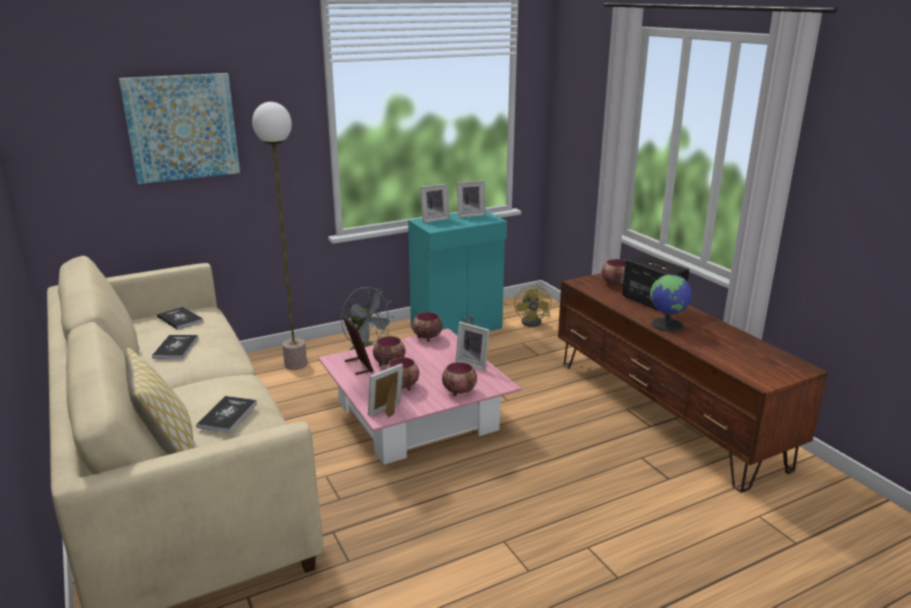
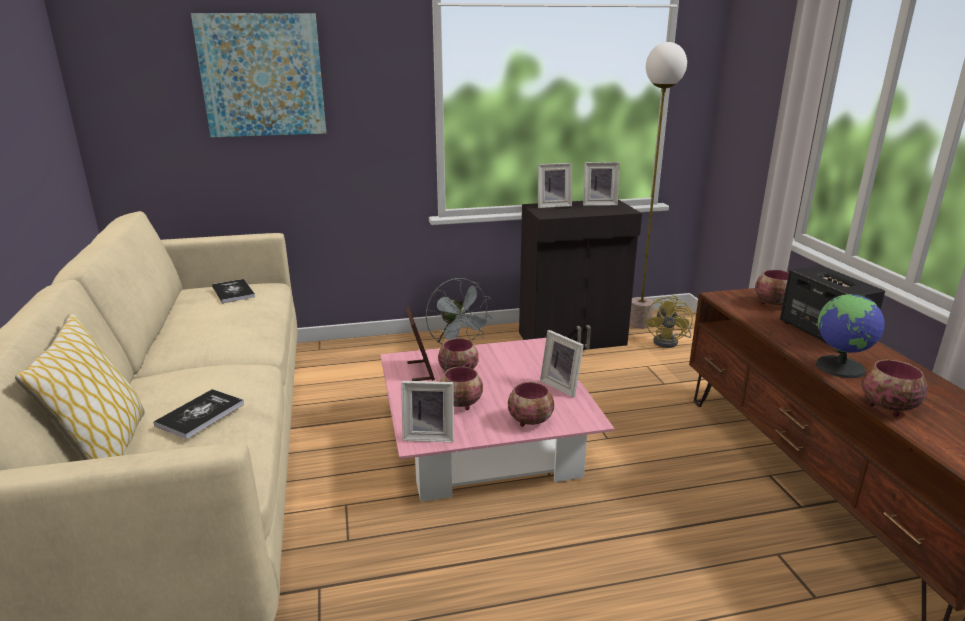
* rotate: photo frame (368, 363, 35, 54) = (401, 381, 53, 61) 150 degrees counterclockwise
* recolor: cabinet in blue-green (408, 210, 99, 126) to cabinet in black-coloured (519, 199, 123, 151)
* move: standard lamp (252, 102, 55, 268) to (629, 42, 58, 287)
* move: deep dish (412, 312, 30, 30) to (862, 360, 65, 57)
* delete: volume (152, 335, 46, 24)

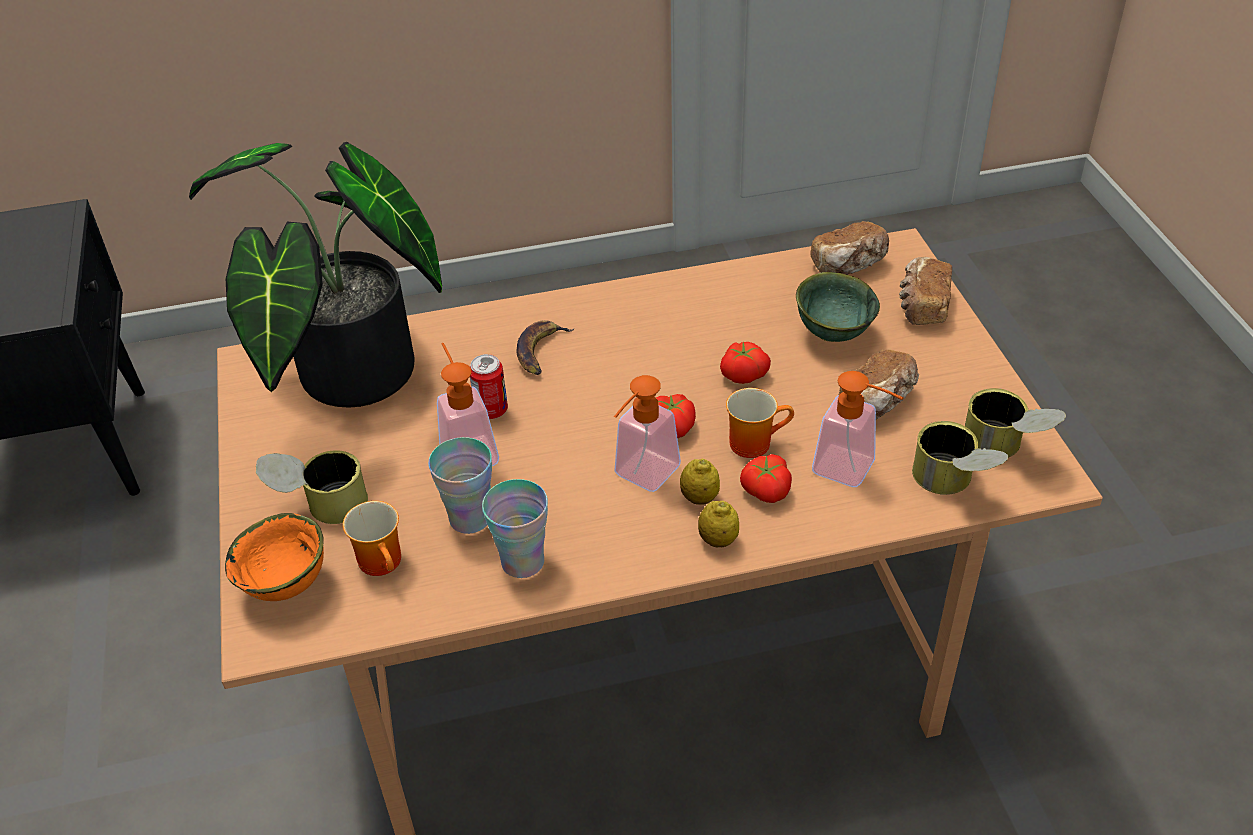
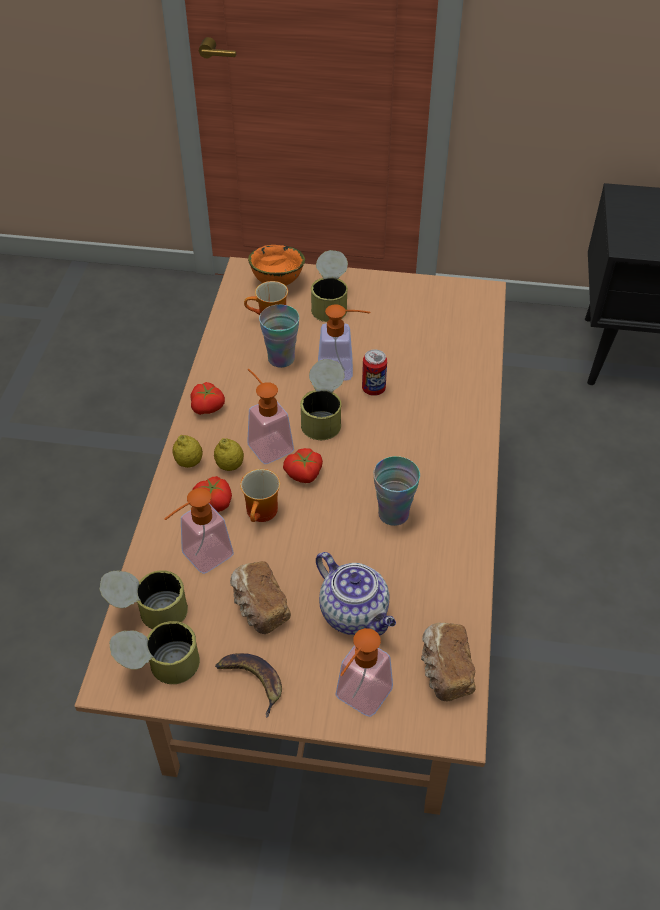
* move: whole tomato (720, 342, 51, 42) to (190, 382, 35, 33)
* move: banana (516, 320, 58, 55) to (215, 653, 67, 65)
* insert: can (300, 359, 45, 81)
* replace: deep dish in green-coloured (796, 272, 84, 70) to tea pot (316, 552, 80, 84)
* replace: baked bread (899, 257, 53, 68) to soap bottle (335, 628, 58, 89)
* move: small cup (482, 479, 66, 99) to (373, 456, 47, 70)
* delete: potted plant (189, 142, 253, 266)

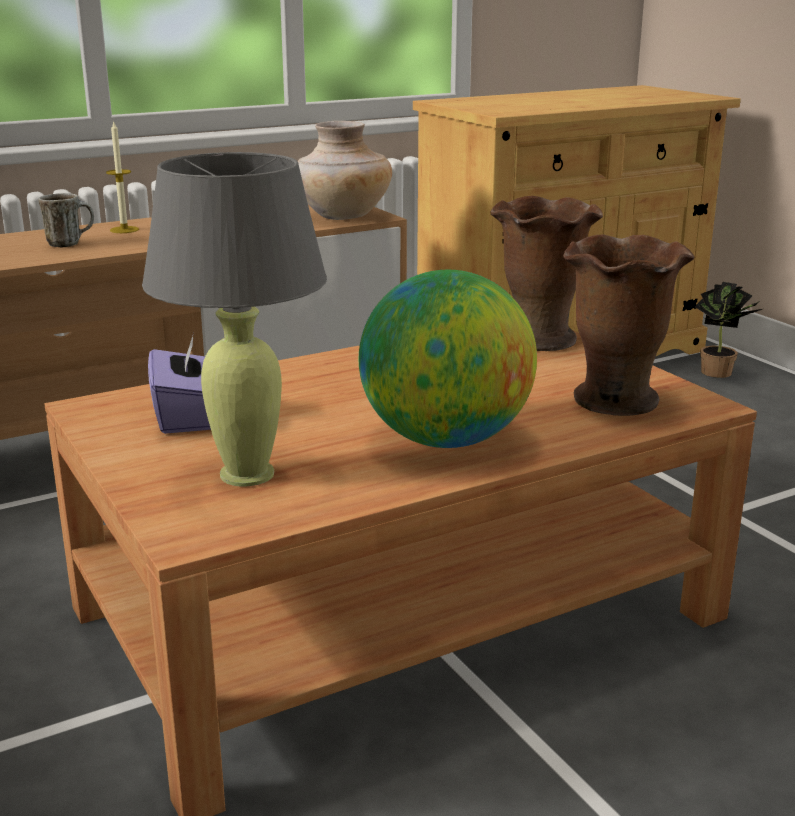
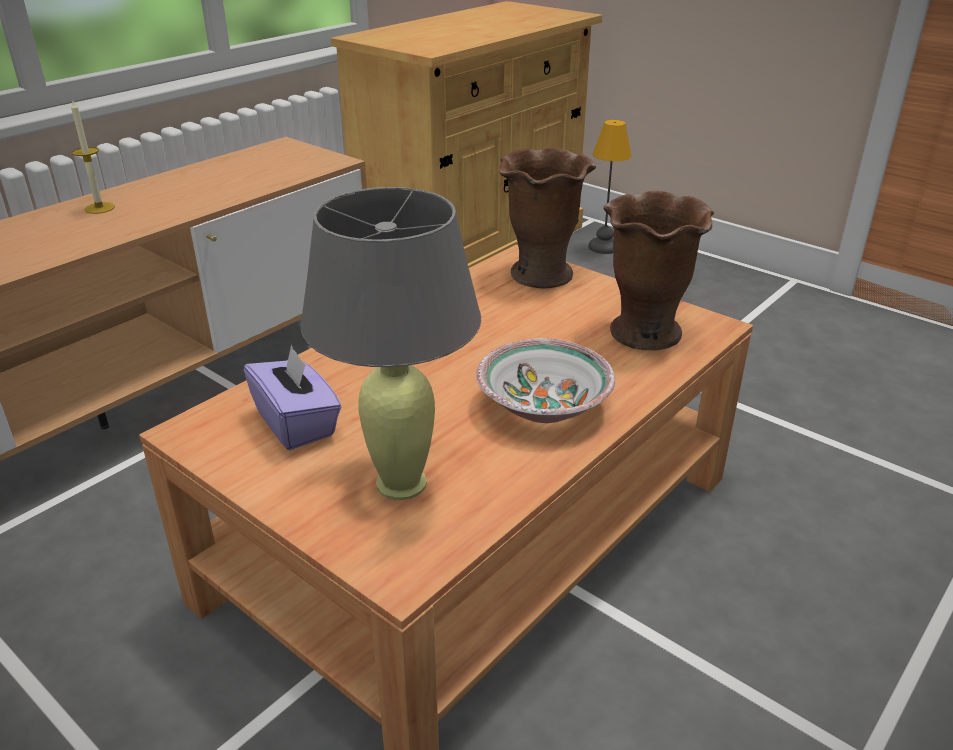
* replace: globe (359, 270, 178, 178) to deep dish (476, 338, 139, 85)
* replace: potted plant (695, 282, 67, 96) to tabletop lamp (589, 120, 42, 134)
* delete: mug (39, 193, 55, 54)
* delete: decorative vase in sand-coloured (298, 121, 94, 99)

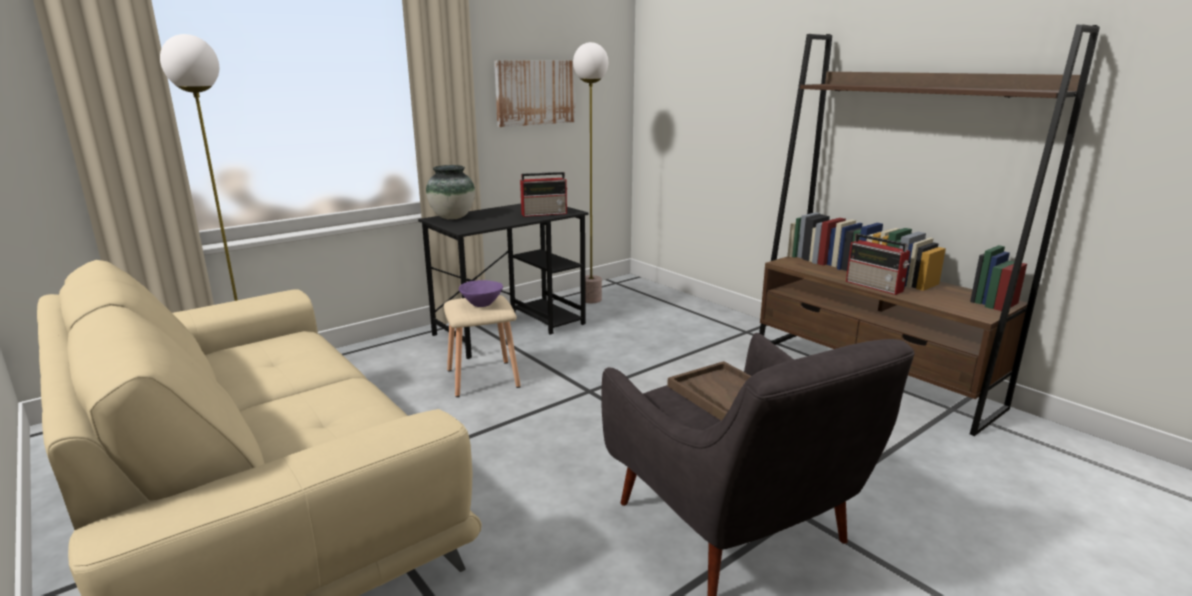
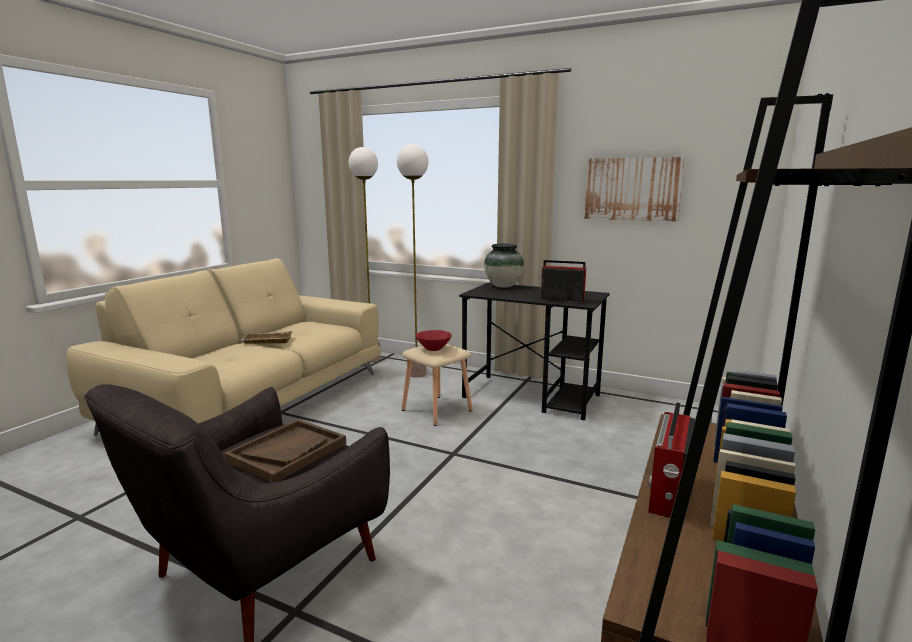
* insert: serving tray in sand-coloured (241, 331, 52, 13)
* move: standard lamp (573, 42, 35, 261) to (397, 144, 31, 233)
* recolor: deep dish in purple-coloured (459, 280, 44, 27) to deep dish in reddish (416, 330, 36, 21)
* rotate: radio receiver (520, 172, 47, 45) = (540, 260, 46, 42) 150 degrees clockwise

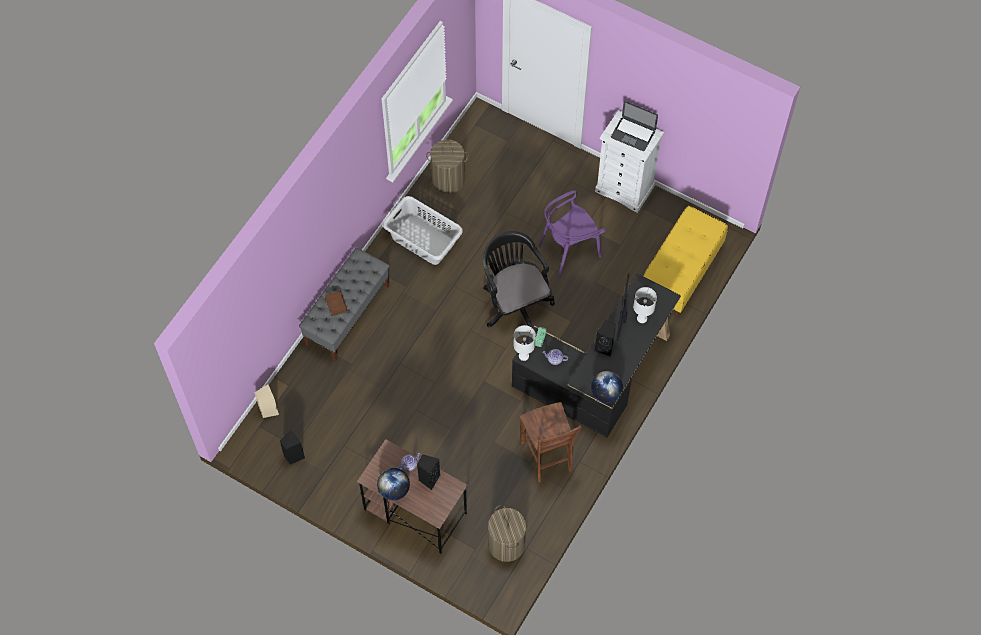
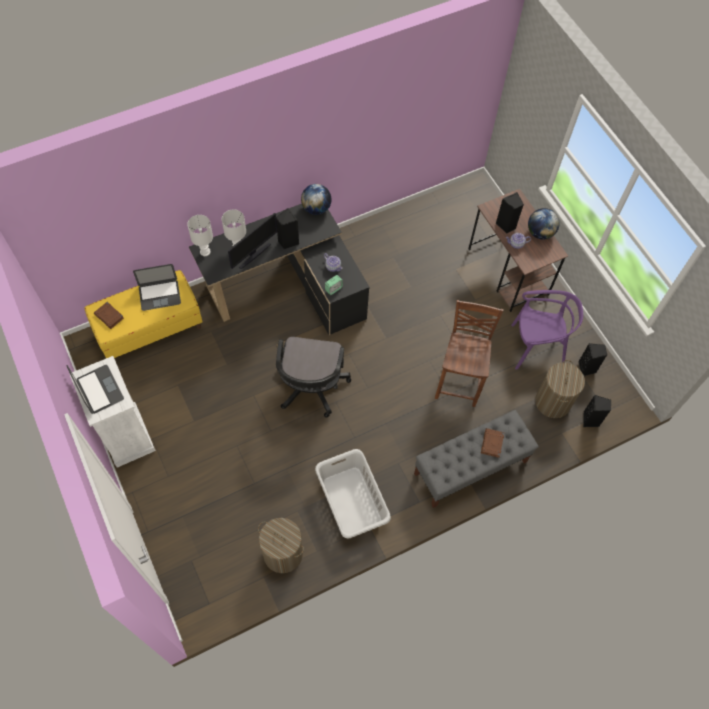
* insert: volume in brown (94, 302, 30, 27)
* insert: notebook computer (133, 264, 48, 47)
* move: tabletop lamp in whitish (513, 325, 23, 36) to (187, 215, 26, 41)
* move: plain chair in brown (520, 402, 62, 80) to (435, 300, 69, 107)
* move: plain chair in purple-coloured (538, 190, 68, 85) to (511, 290, 72, 80)
* move: laundry basket (488, 505, 38, 57) to (535, 360, 50, 58)
* recolor: loudspeaker in sand-coloured (255, 384, 24, 34) to loudspeaker in black-coloured (583, 395, 28, 32)

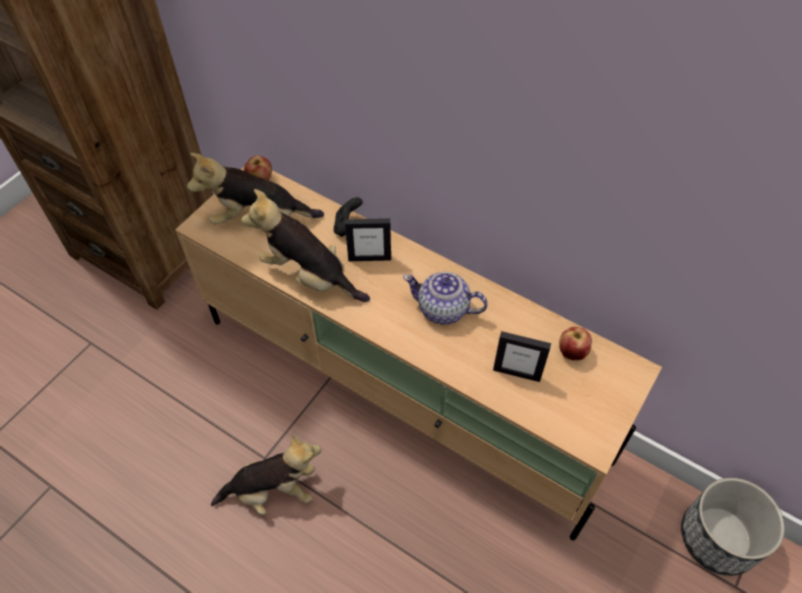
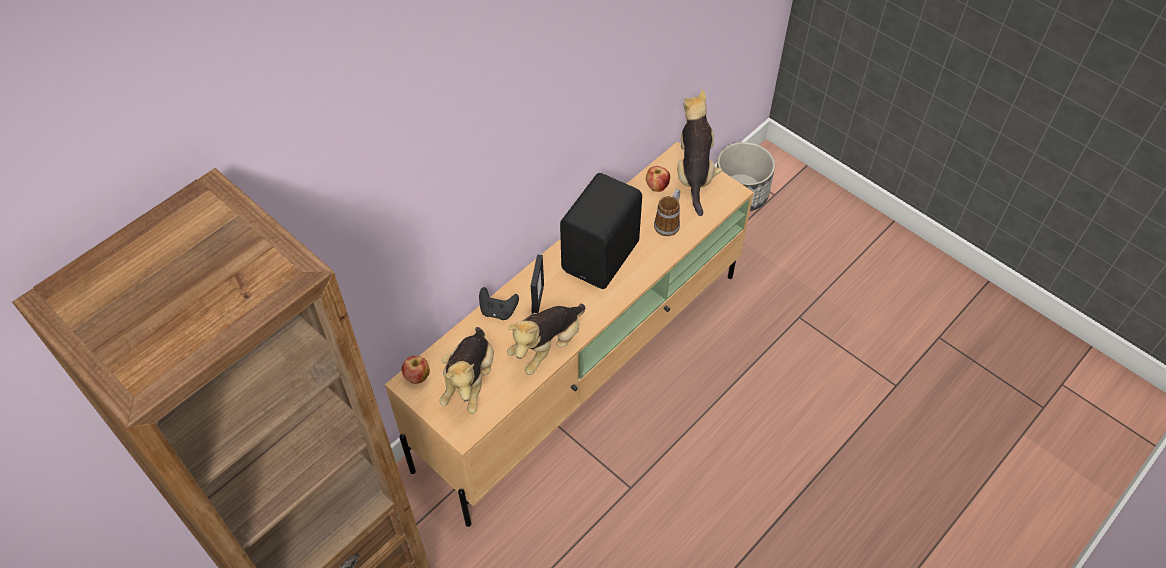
* replace: tea pot (403, 272, 85, 53) to loudspeaker in black-coloured (560, 173, 82, 116)
* replace: photo frame (493, 331, 58, 51) to mug (654, 189, 26, 47)
* move: plush toy (211, 434, 110, 81) to (677, 90, 46, 126)

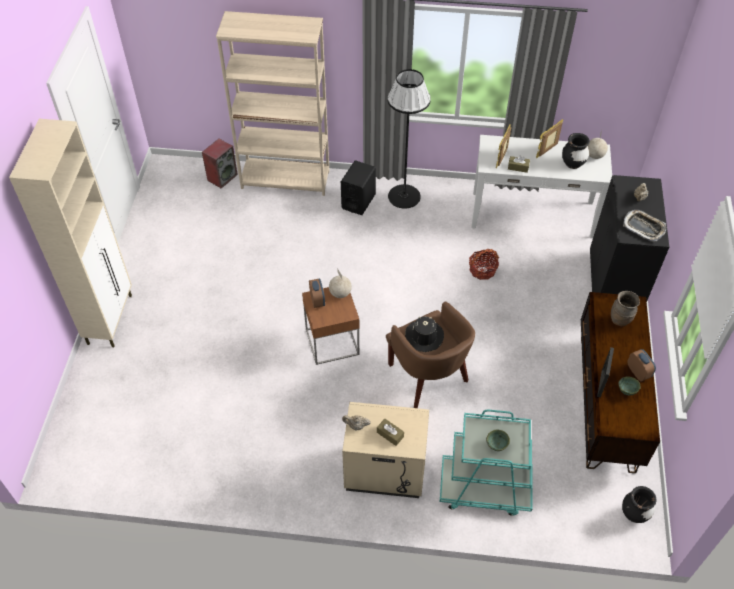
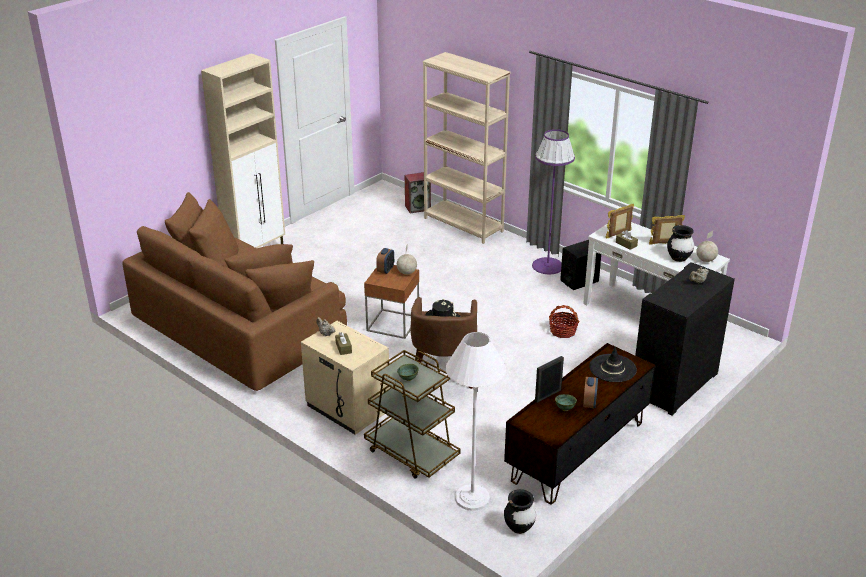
* insert: couch in brown (122, 192, 225, 199)
* recolor: trolley in blue-green (440, 410, 93, 106) to trolley in brown (364, 350, 97, 129)
* insert: standard lamp in whitish (446, 332, 60, 179)
* recolor: standard lamp in black-coloured (387, 69, 44, 139) to standard lamp in purple-coloured (532, 129, 43, 145)
* move: loudspeaker in black-coloured (341, 160, 35, 55) to (560, 240, 41, 50)
* replace: decorative vase in brown (611, 291, 29, 35) to wearable hat in black-coloured (589, 346, 48, 36)
* delete: serving tray (623, 210, 43, 31)

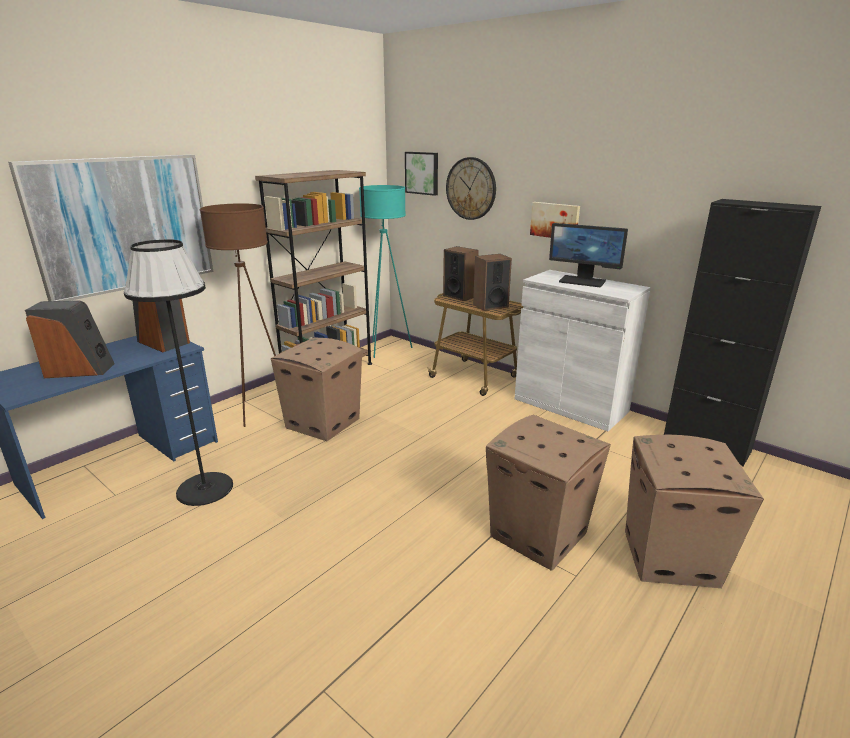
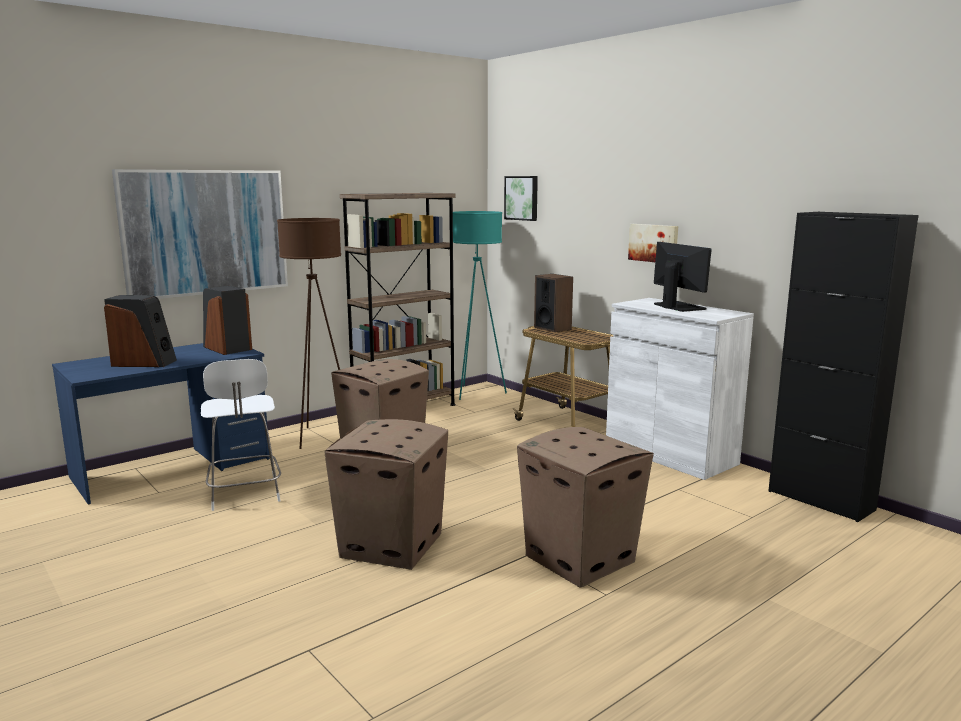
* replace: standard lamp in black-coloured (124, 239, 109, 267) to stool in whitish (201, 359, 80, 152)
* move: cardboard box (625, 435, 139, 153) to (324, 419, 124, 151)
* rotate: computer display (549, 223, 79, 64) = (654, 242, 58, 70) 150 degrees counterclockwise
* delete: hanging clock (446, 157, 50, 63)
* delete: loudspeaker (473, 254, 39, 57)

